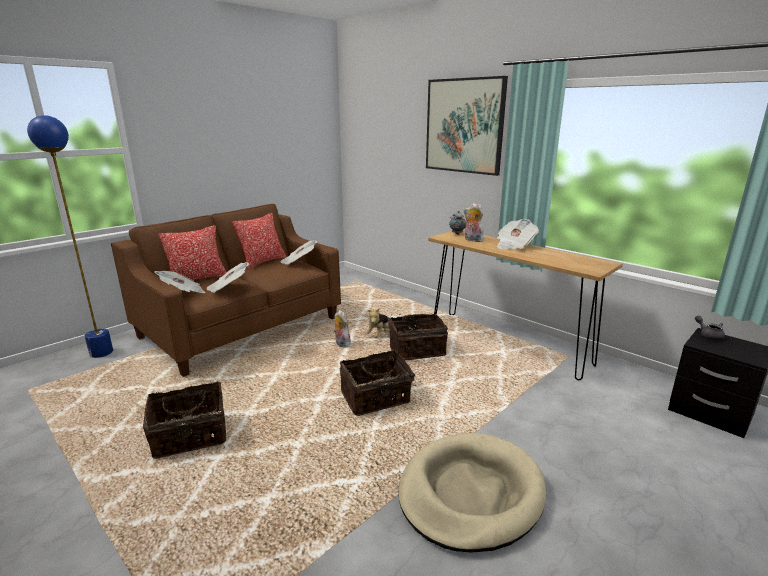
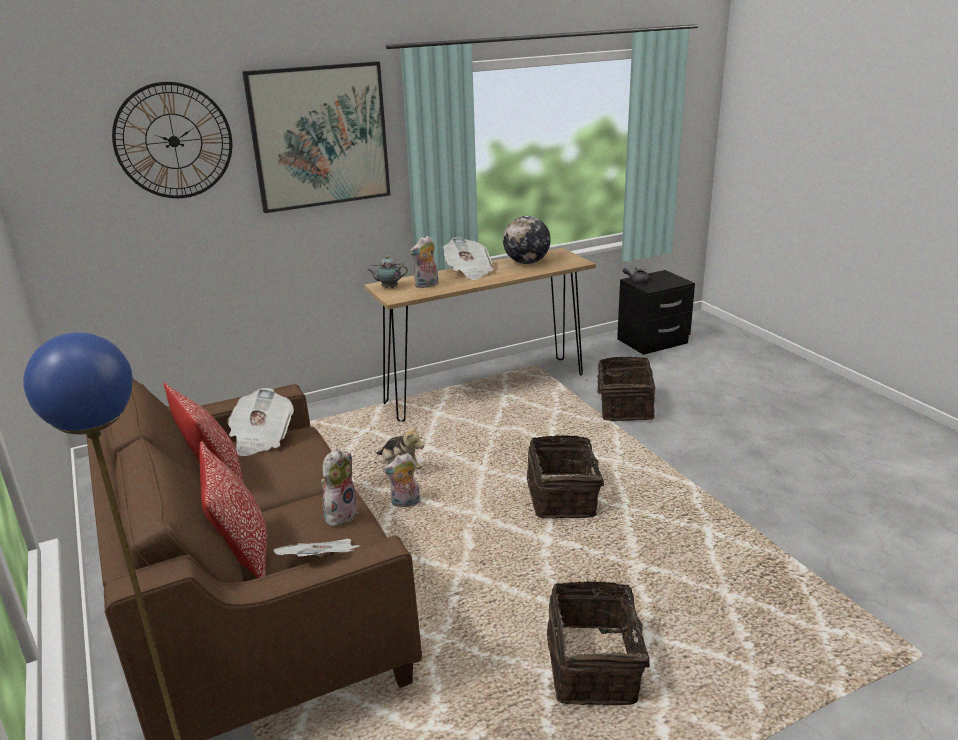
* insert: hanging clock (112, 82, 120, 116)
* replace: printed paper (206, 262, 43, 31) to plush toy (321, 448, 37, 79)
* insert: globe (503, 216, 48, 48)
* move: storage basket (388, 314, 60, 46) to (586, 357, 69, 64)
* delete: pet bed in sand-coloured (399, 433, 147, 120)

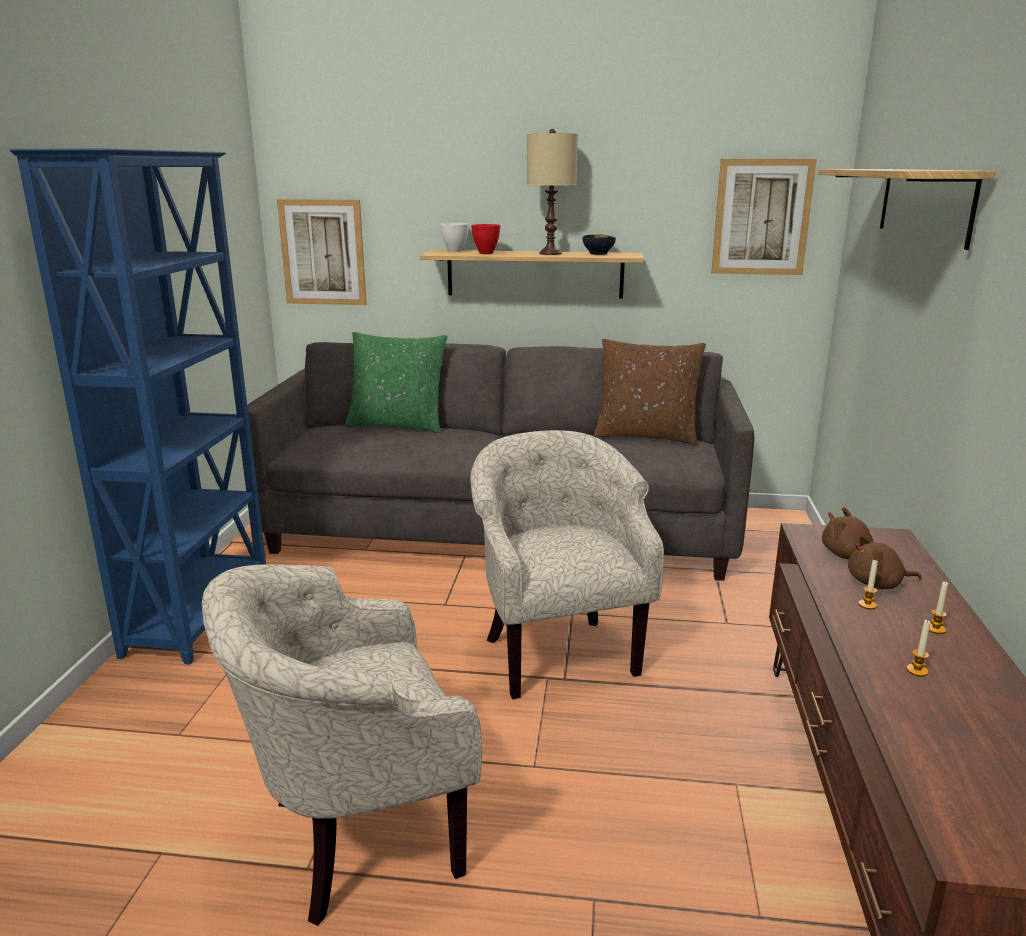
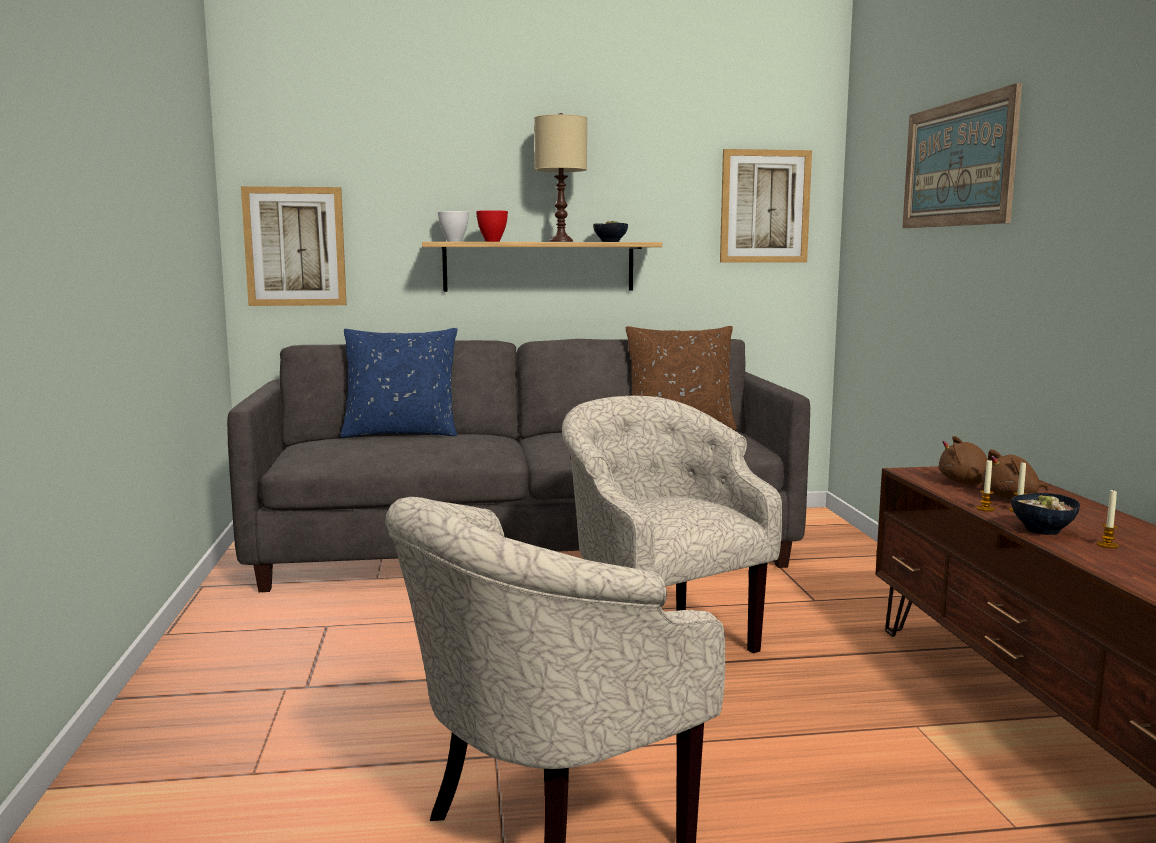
* recolor: cushion in green-coloured (345, 332, 102, 101) to cushion in blue-coloured (340, 328, 117, 109)
* replace: shelf (818, 169, 178, 81) to wall picture (902, 83, 120, 145)
* move: wax candle (929, 581, 19, 53) to (976, 459, 19, 53)
* insert: deep dish (1011, 493, 69, 42)
* delete: bookcase in blue-coloured (9, 148, 257, 517)

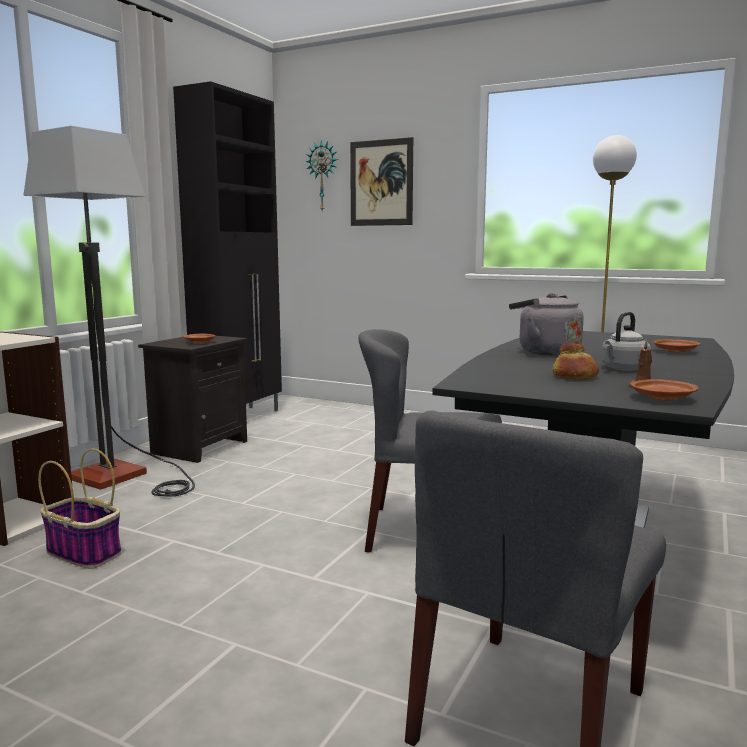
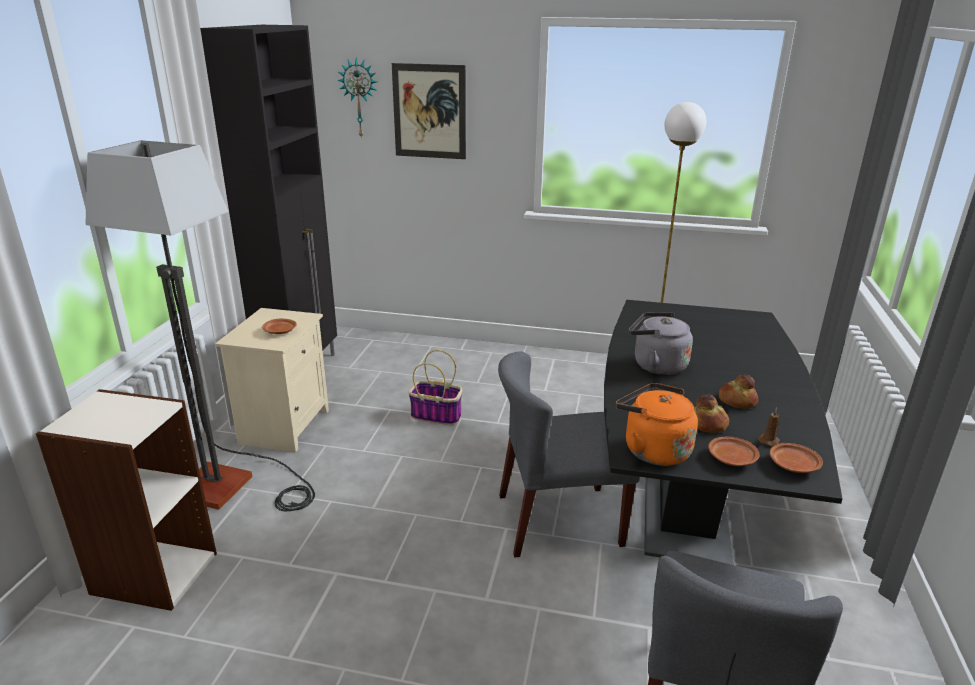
* recolor: nightstand in black-coloured (138, 336, 109, 127) to nightstand in sand-coloured (215, 308, 114, 145)
* move: storage basket (38, 448, 83, 121) to (408, 350, 54, 75)
* insert: water kettle in orange (616, 383, 82, 83)
* move: dinner plate in brown (653, 339, 47, 13) to (708, 437, 51, 29)
* replace: water kettle in grey (602, 312, 49, 59) to baked bread (719, 375, 39, 34)

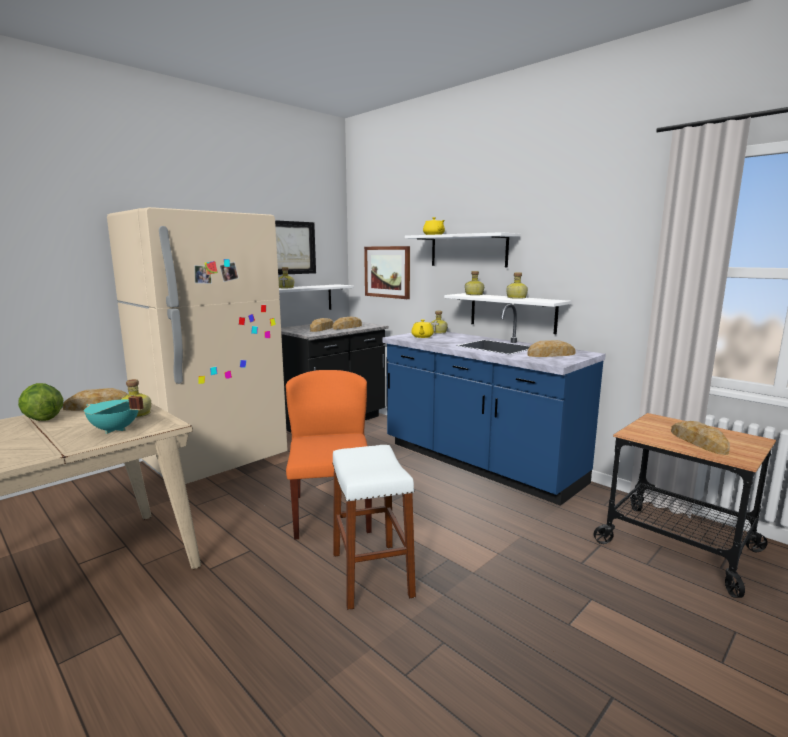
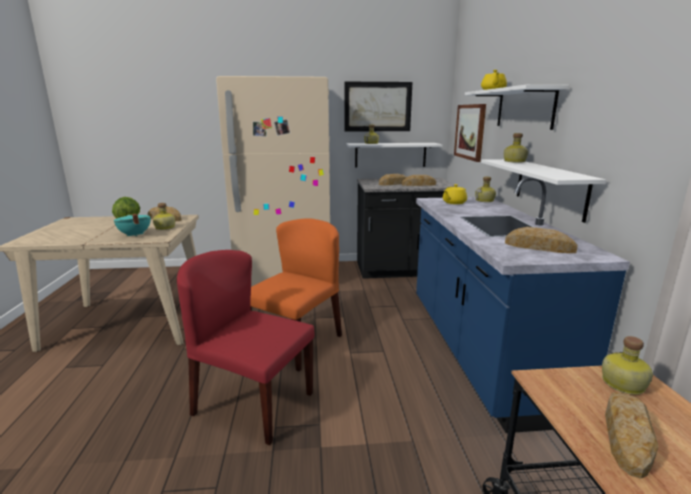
* replace: stool in whitish (332, 445, 84, 165) to plain chair in reddish (177, 250, 138, 195)
* move: bottle (506, 272, 22, 27) to (602, 336, 51, 59)

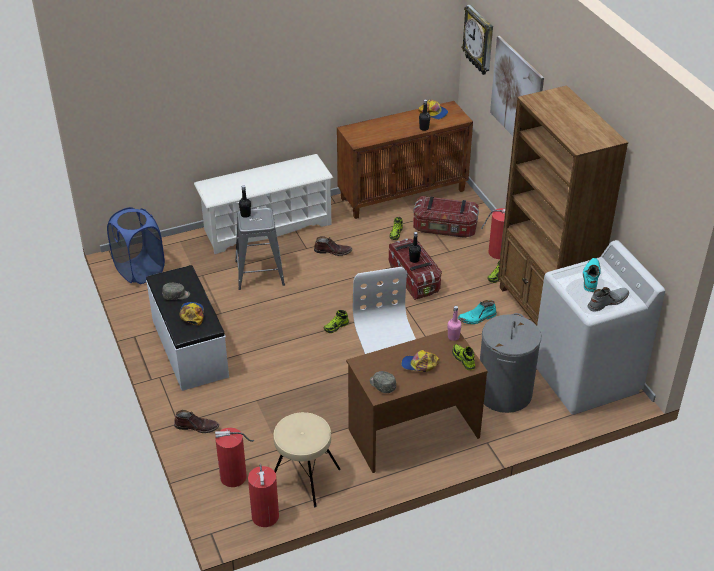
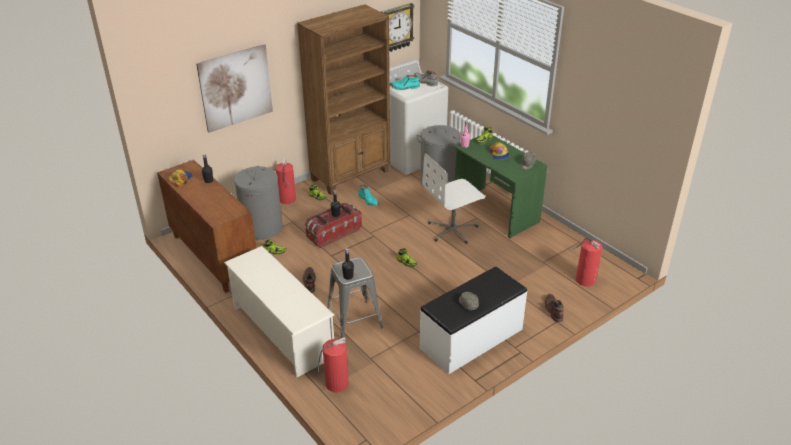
* replace: storage container (413, 196, 66, 42) to laundry basket in grey (234, 166, 49, 74)
* move: fire-fighting cylinder (248, 464, 31, 63) to (317, 337, 31, 55)
* move: hanging clock (462, 5, 31, 70) to (381, 3, 34, 49)
* recolor: desk unit in brown (346, 330, 142, 143) to desk unit in green-coloured (454, 135, 94, 103)
* delete: laundry basket in blue-coloured (107, 207, 58, 77)
* delete: baseball cap (179, 302, 25, 23)
* delete: stool in sand-coloured (274, 412, 67, 95)

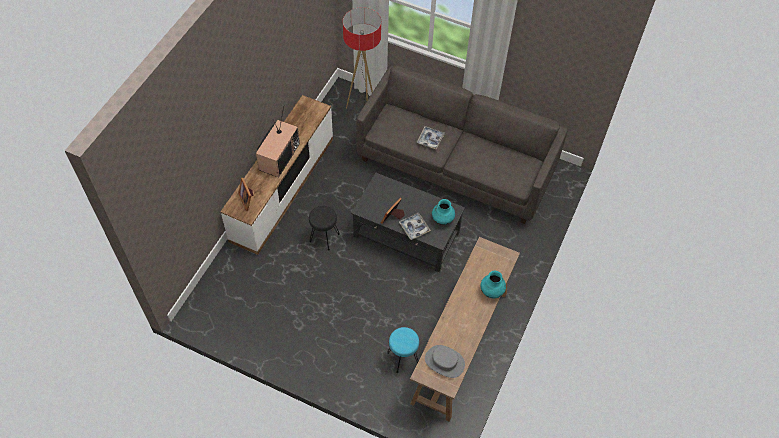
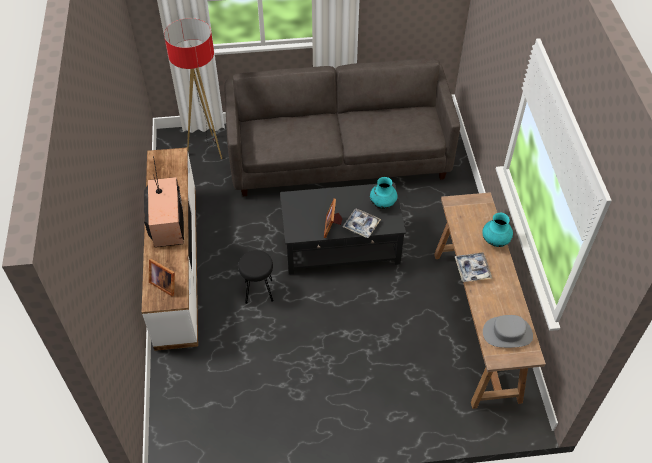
* move: serving tray (417, 126, 28, 24) to (455, 252, 37, 30)
* delete: stool in blue-green (387, 327, 32, 46)

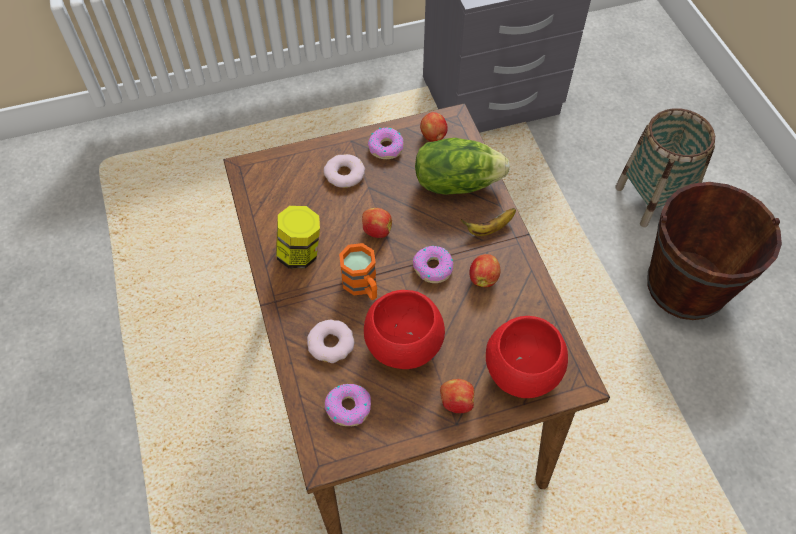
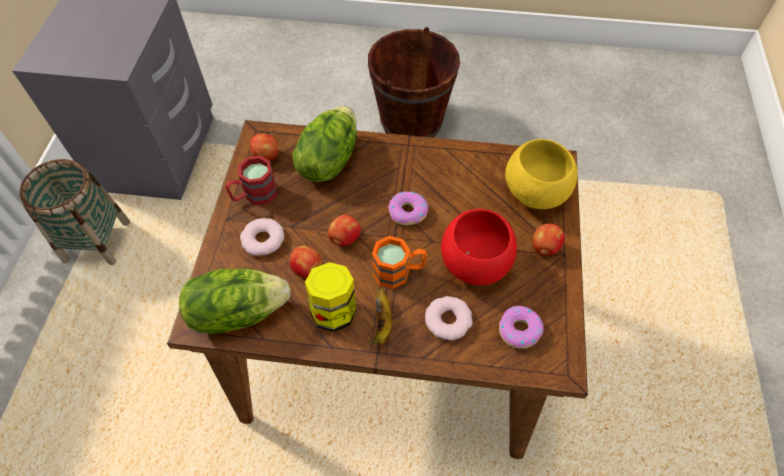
* move: storage basket (615, 108, 100, 119) to (20, 159, 110, 106)
* insert: lettuce (179, 268, 112, 66)
* replace: doughnut (368, 127, 36, 32) to mug in reddish (226, 156, 52, 49)
* move: whole apple (470, 254, 30, 33) to (290, 246, 32, 33)
* move: banana (460, 208, 56, 28) to (370, 288, 22, 57)
* recolor: deep dish in reddish (486, 316, 82, 82) to deep dish in yellowish (505, 139, 73, 70)

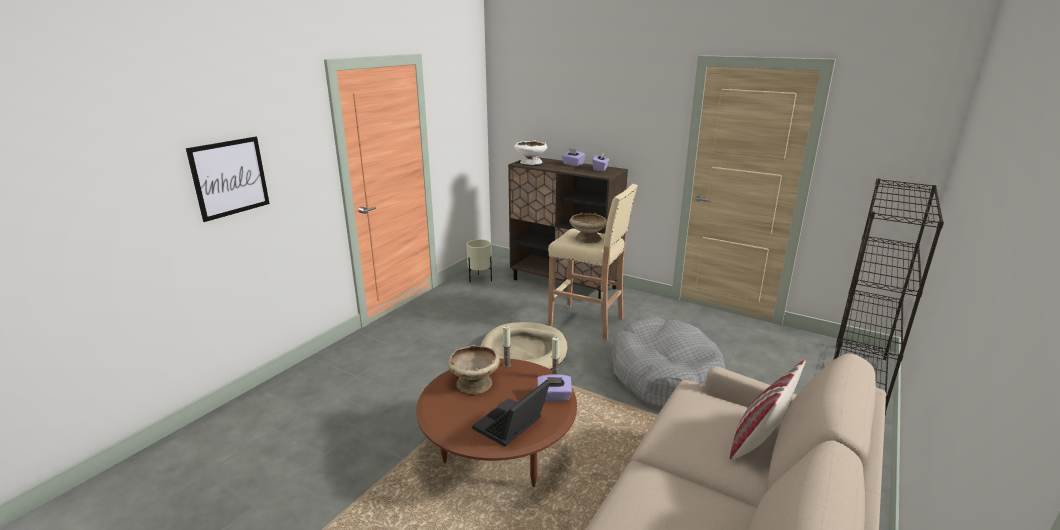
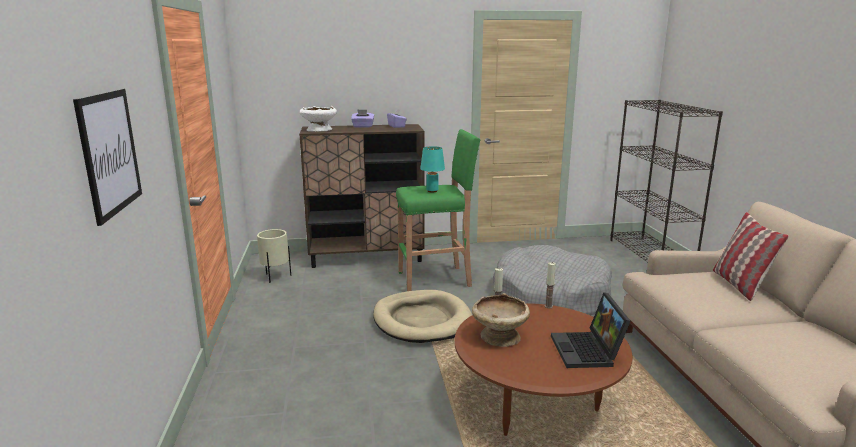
* recolor: stool in sand-coloured (548, 184, 90, 156) to stool in green-coloured (396, 129, 85, 162)
* replace: deep dish in sand-coloured (569, 213, 38, 30) to tabletop lamp in blue-green (420, 146, 25, 46)
* delete: tissue box in purple-coloured (537, 374, 35, 28)

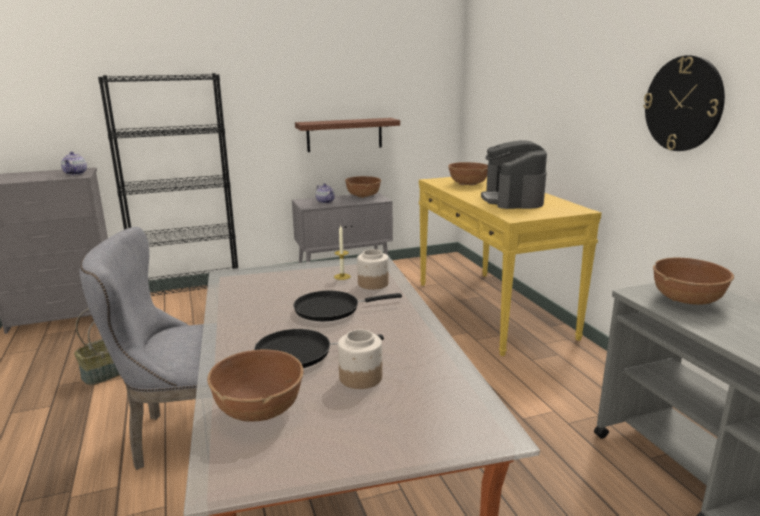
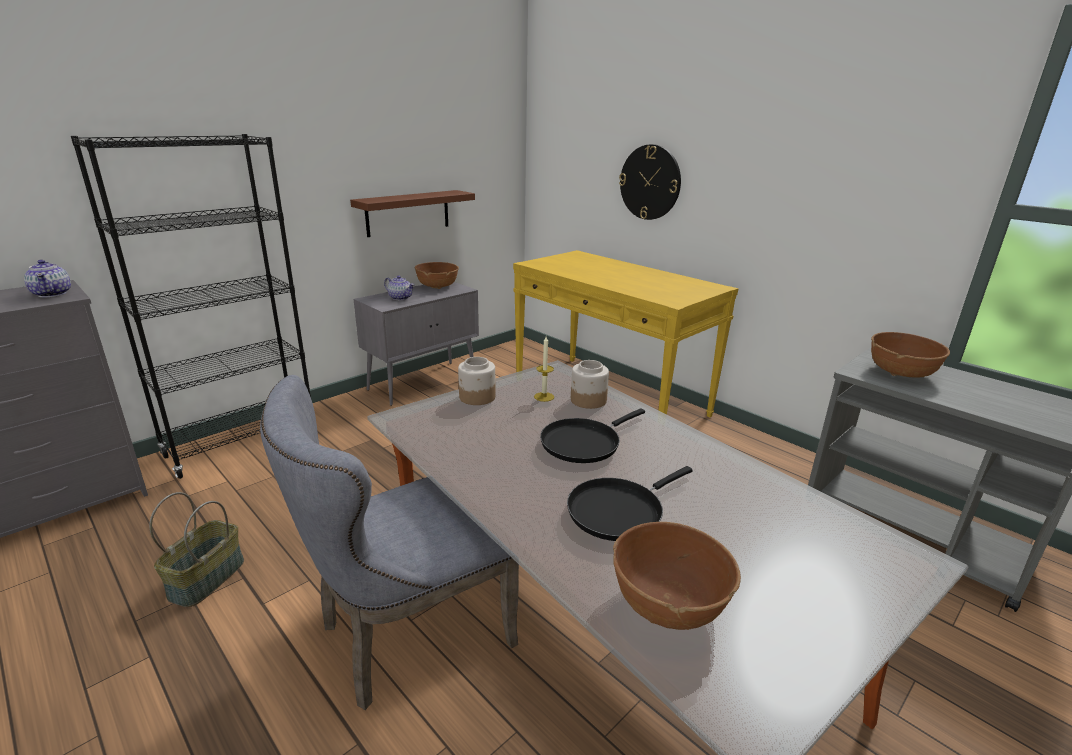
* move: jar (338, 329, 44, 60) to (458, 357, 38, 48)
* move: hanging clock (643, 55, 82, 96) to (619, 144, 62, 76)
* delete: deep dish in brown (448, 162, 40, 24)
* delete: coffee machine (481, 140, 66, 69)

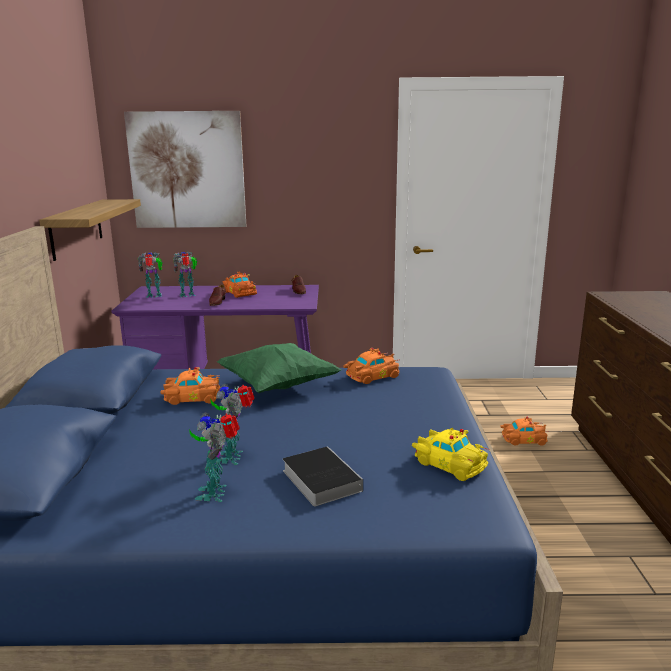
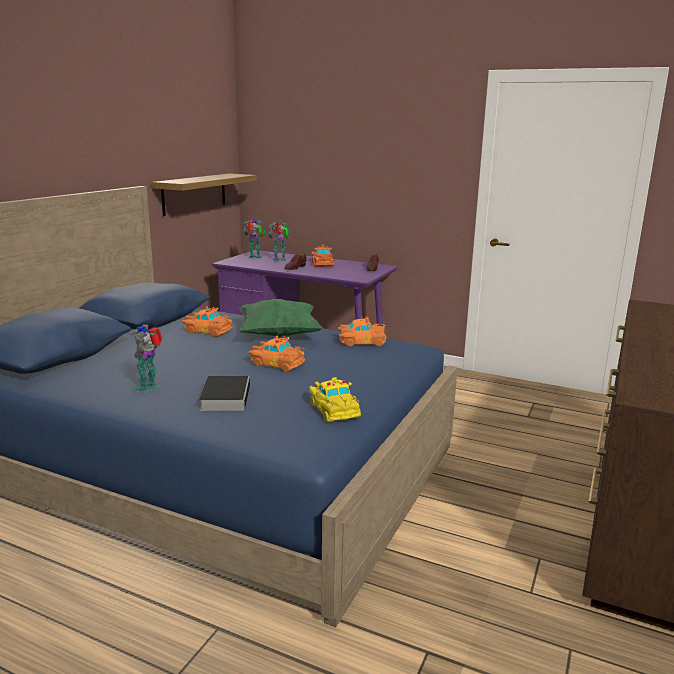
* move: toy car in orange (500, 416, 49, 29) to (248, 335, 57, 37)
* delete: wall picture (124, 111, 122, 117)
* delete: toy robot (210, 384, 45, 81)

